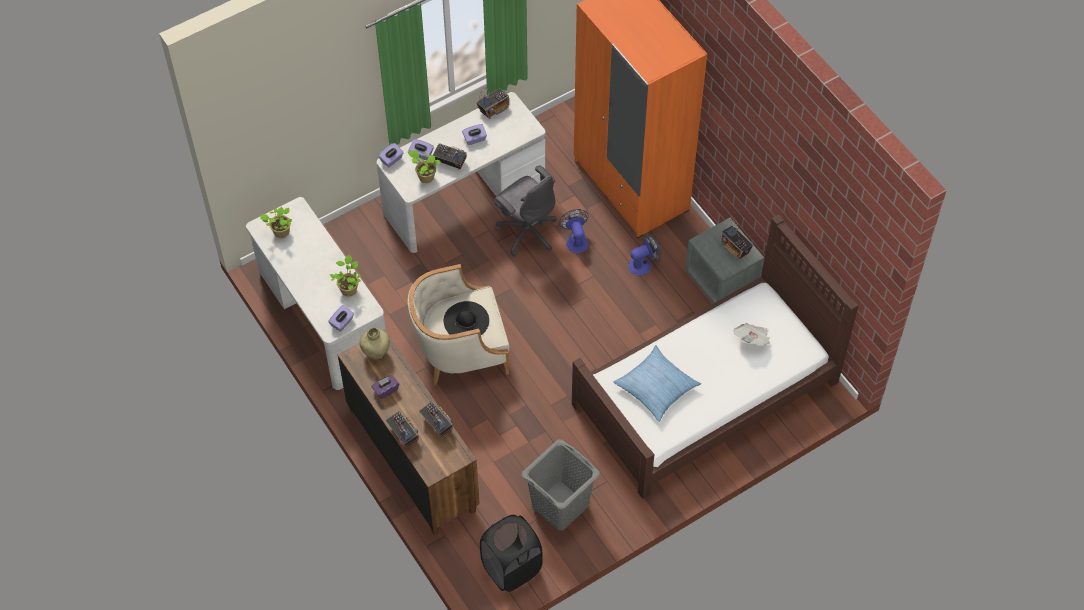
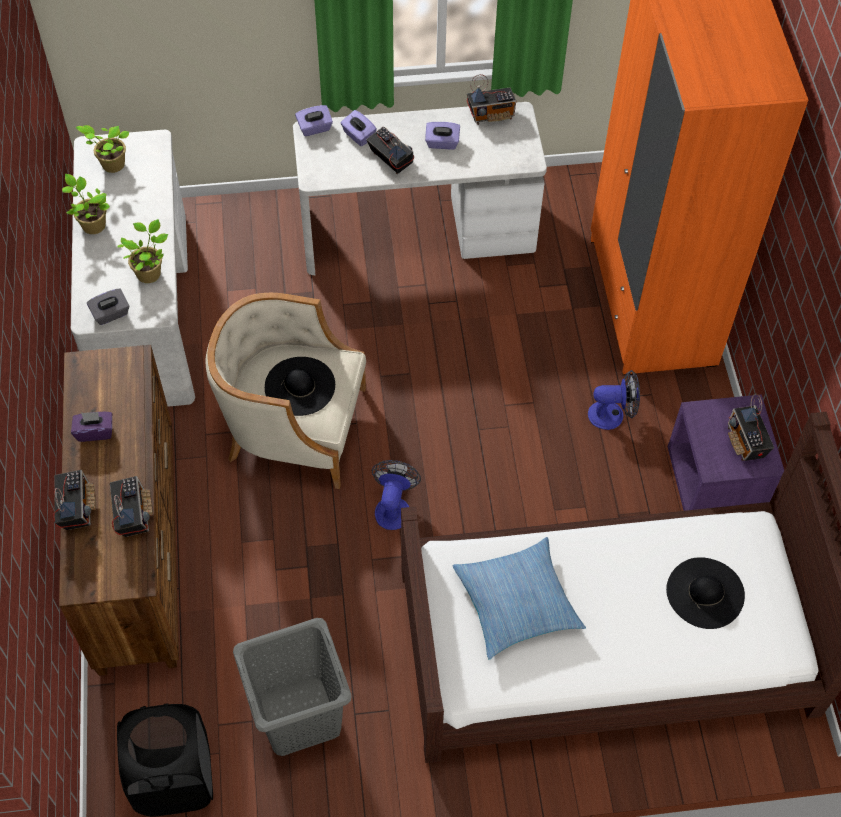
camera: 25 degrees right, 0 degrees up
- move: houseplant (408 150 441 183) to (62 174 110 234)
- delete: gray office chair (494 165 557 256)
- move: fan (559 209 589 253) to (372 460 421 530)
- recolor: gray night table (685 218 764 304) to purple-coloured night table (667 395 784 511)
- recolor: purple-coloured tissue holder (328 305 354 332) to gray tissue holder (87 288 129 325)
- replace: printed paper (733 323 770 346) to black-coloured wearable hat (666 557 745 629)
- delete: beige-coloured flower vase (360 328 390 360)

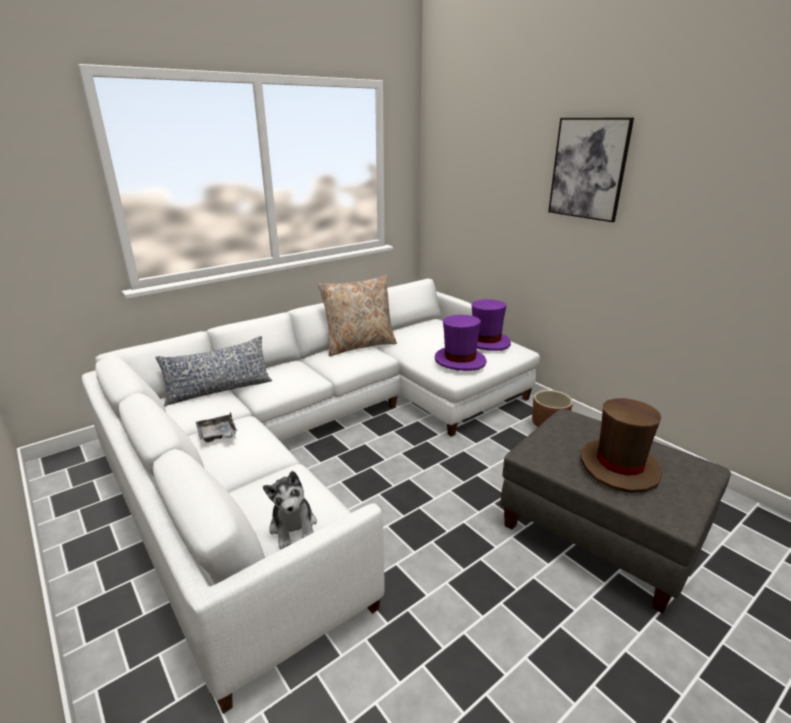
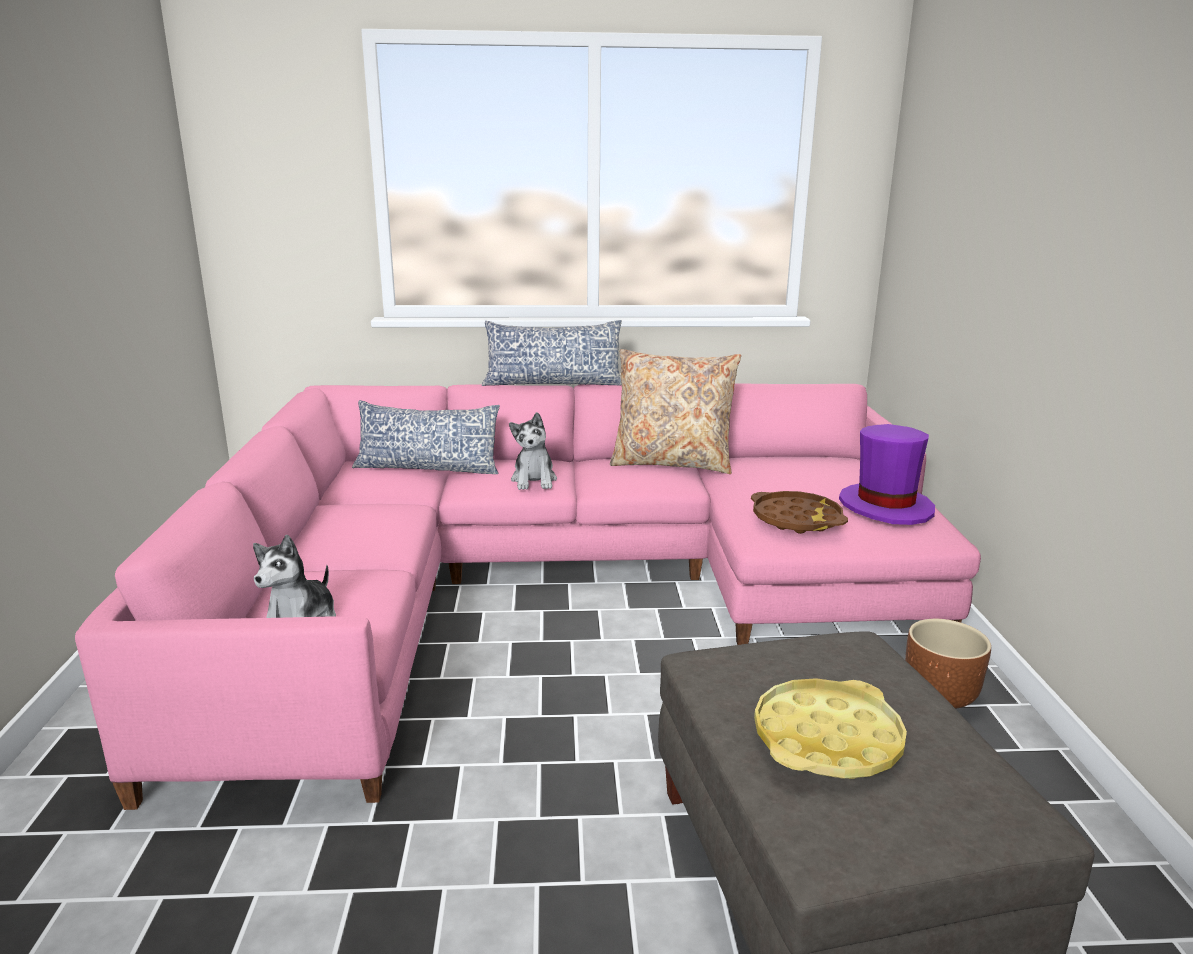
camera: 35 degrees right, 5 degrees down
- delete: wall art (548 118 634 222)
- recolor: white couch (82 279 540 714) to pink couch (75 383 981 810)
- replace: purple-coloured wearable hat (435 315 487 371) to brown-coloured carrying tray (751 491 848 534)
- replace: brown-coloured wearable hat (581 398 662 493) to yellow carrying tray (754 678 907 779)
- delete: gray carrying tray (196 412 237 442)
- insert: pillow (482 320 622 386)
- insert: soft toy (509 412 557 490)

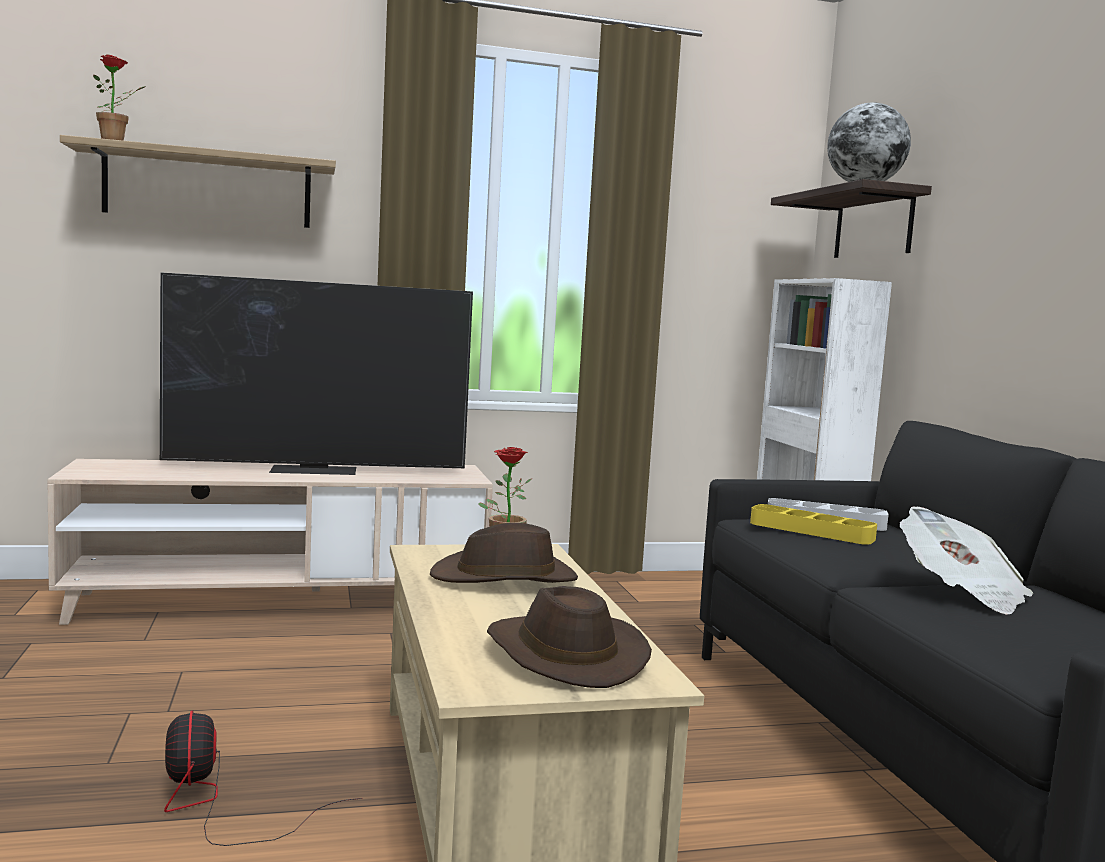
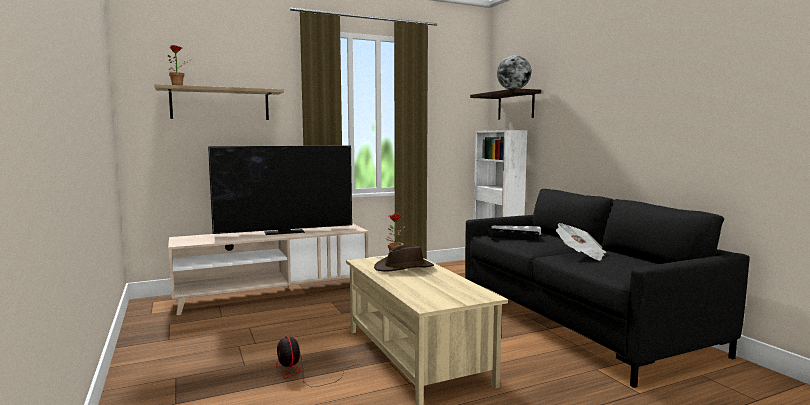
camera: 10 degrees left, 0 degrees up
- recolor: yellow carrying tray (750 504 877 545) to black-coloured carrying tray (488 228 539 241)
- delete: brown-coloured wearable hat (487 586 652 688)

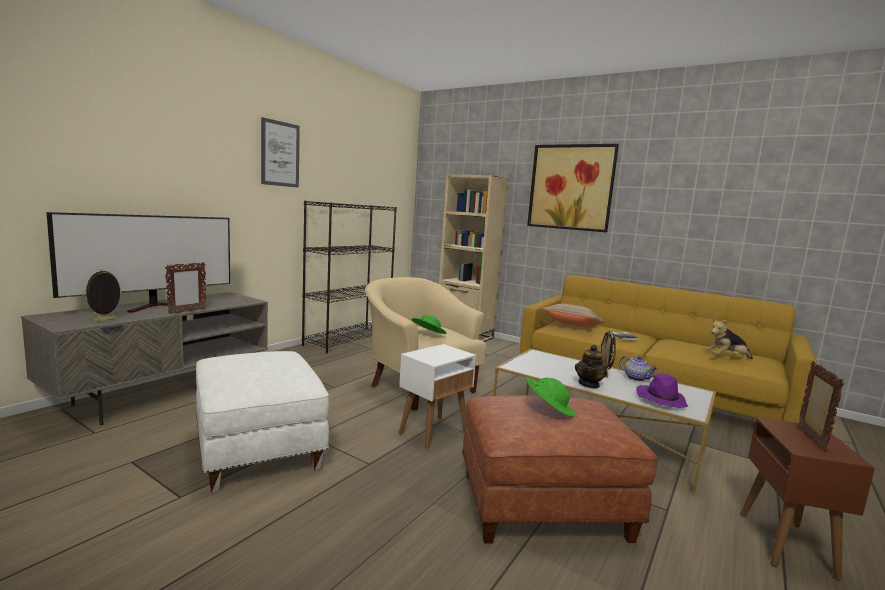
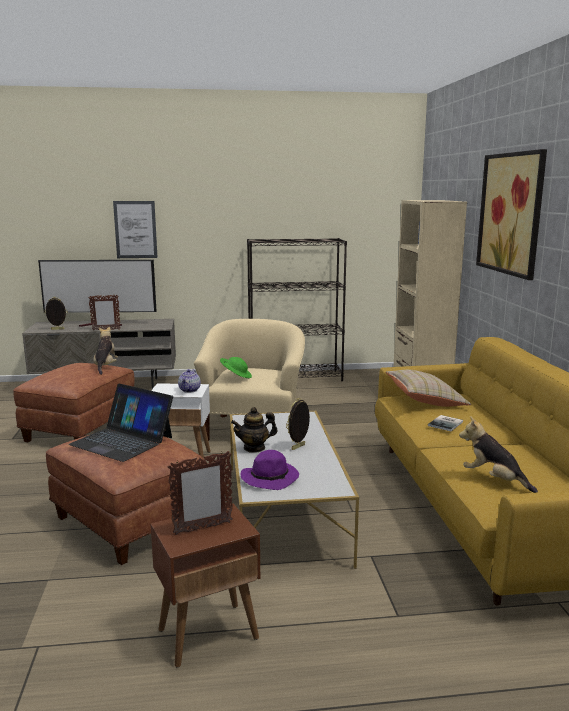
camera: 50 degrees right, 5 degrees up
- move: wall art (261 117 300 188) to (113 201 158 258)
- recolor: white ottoman (196 351 329 492) to brown-coloured ottoman (13 363 135 442)
- move: pot for tea (619 356 658 381) to (178 369 201 393)
- replace: green-coloured wearable hat (526 377 575 417) to notebook computer (69 384 173 462)
- insert: soft toy (93 327 118 375)

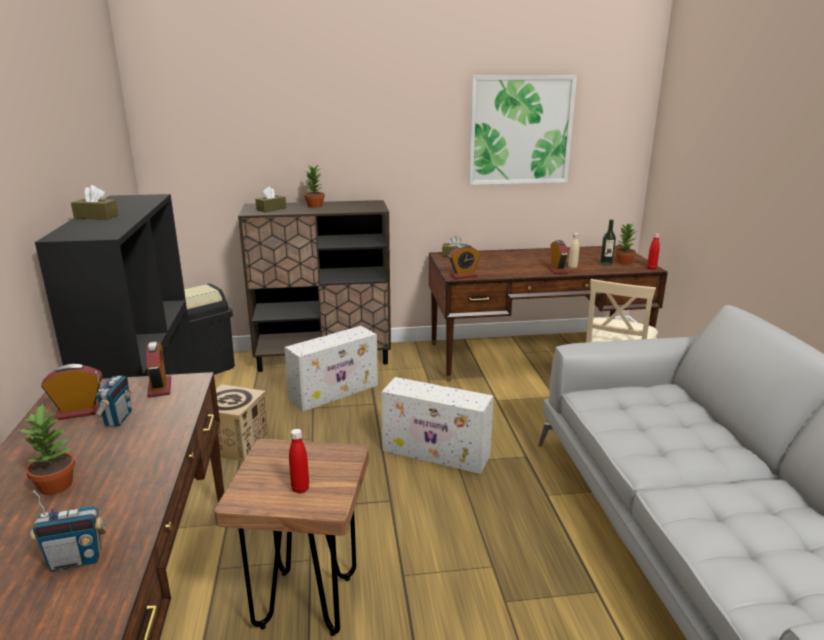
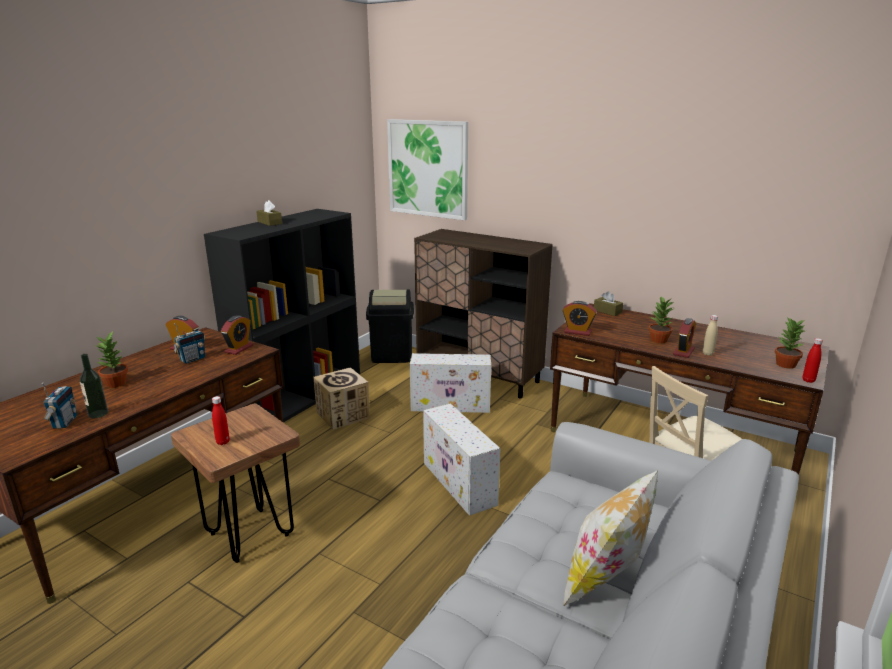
camera: 40 degrees right, 0 degrees up
- move: wall art (468 75 577 185) to (387 119 468 220)
- move: houseplant (304 165 325 208) to (649 297 674 343)
- delete: brown-coloured tissue holder (255 186 286 212)
- move: bottle (600 220 616 266) to (80 354 108 418)
- rotate: radio receiver (30 490 106 571) = (42 383 77 429) 120 degrees counterclockwise
- insert: pillow (563 470 658 606)

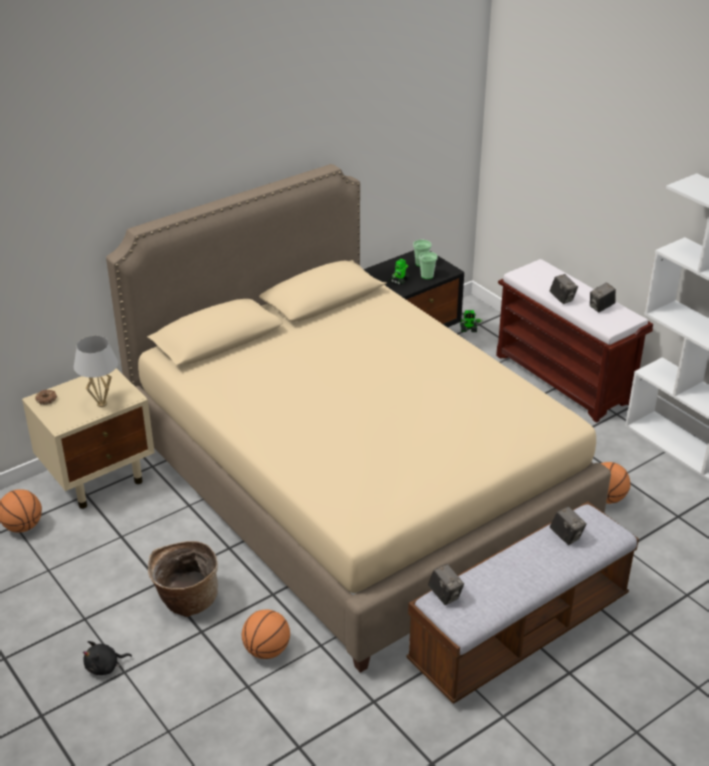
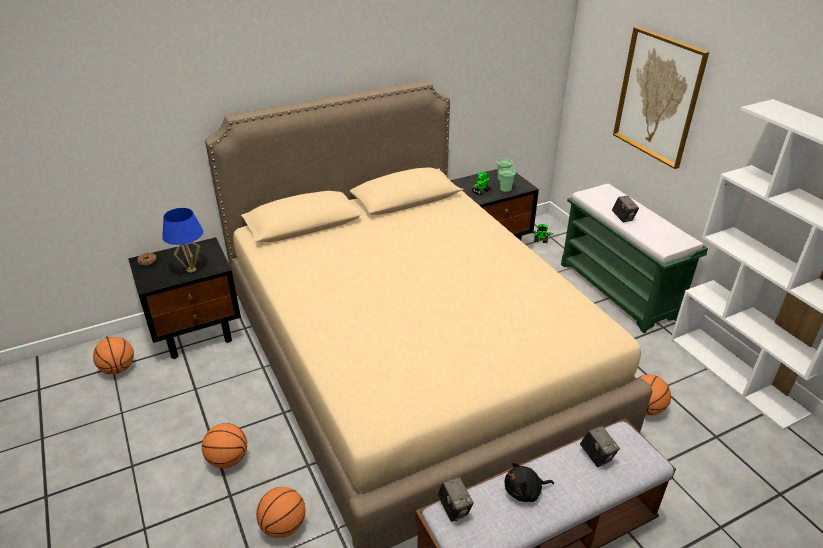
camera: 10 degrees right, 0 degrees up
- recolor: brown-coloured long seat (496 259 653 423) to green-coloured long seat (561 184 708 333)
- delete: still camera (590 282 616 312)
- recolor: white lamp for a table (74 336 118 407) to blue lamp for a table (162 208 203 273)
- recolor: beige-coloured night table (22 368 155 509) to black-coloured night table (128 237 241 359)
- replace: household basket (148 541 218 617) to basketball (202 423 247 468)
- move: black-coloured soft toy (83 641 132 675) to (505 462 554 502)
- insert: wall art (613 27 709 169)

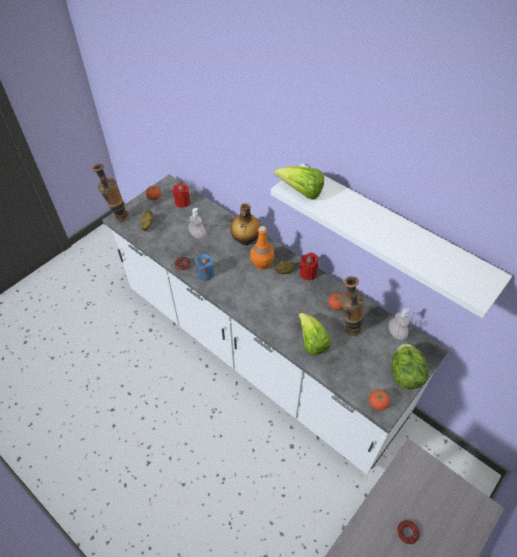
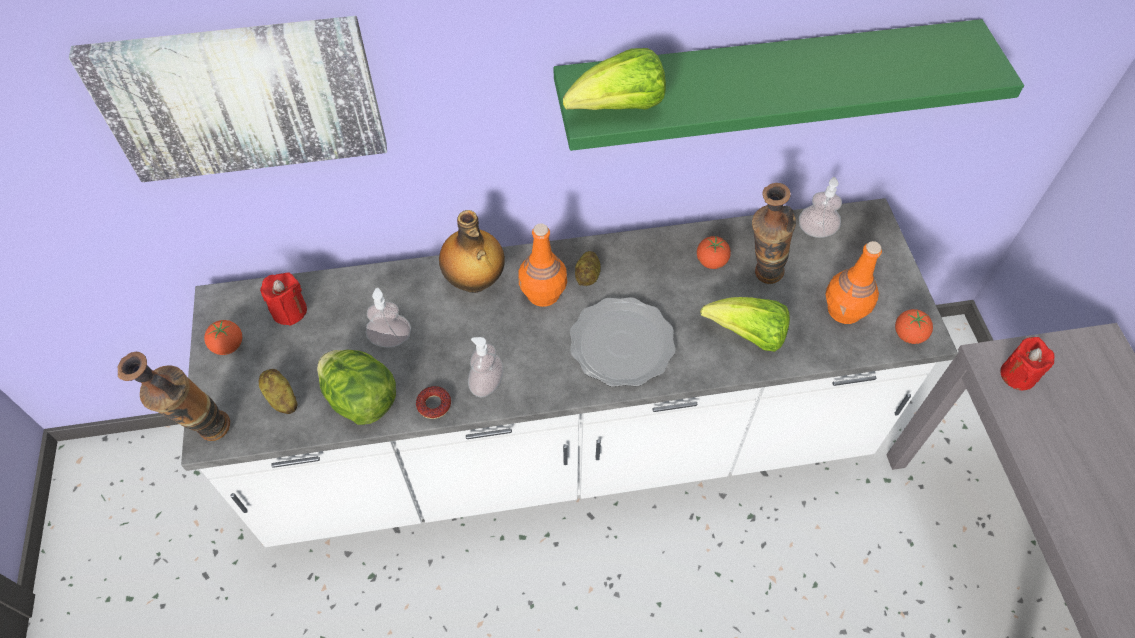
camera: 50 degrees left, 5 degrees up
- recolor: white wall shelf (271 164 512 318) to green-coloured wall shelf (554 19 1024 151)
- move: red wax candle (300 252 318 280) to (1000 337 1054 390)
- replace: blue wax candle (196 254 215 281) to soap bottle (468 337 504 397)
- move: head of lettuce (392 343 429 389) to (317 350 396 425)
- delete: donut (397 520 420 544)
- insert: wall art (69 16 387 182)
- insert: orange-coloured bottle (825 241 882 324)
- insert: flat dish (570 297 676 387)

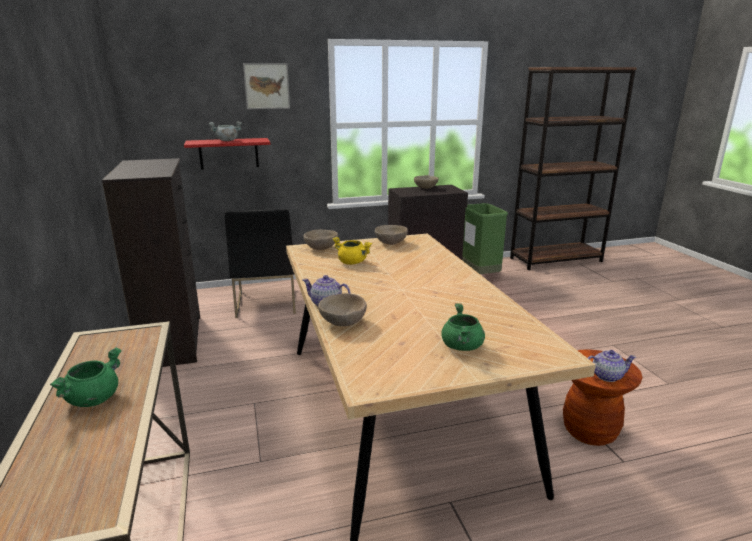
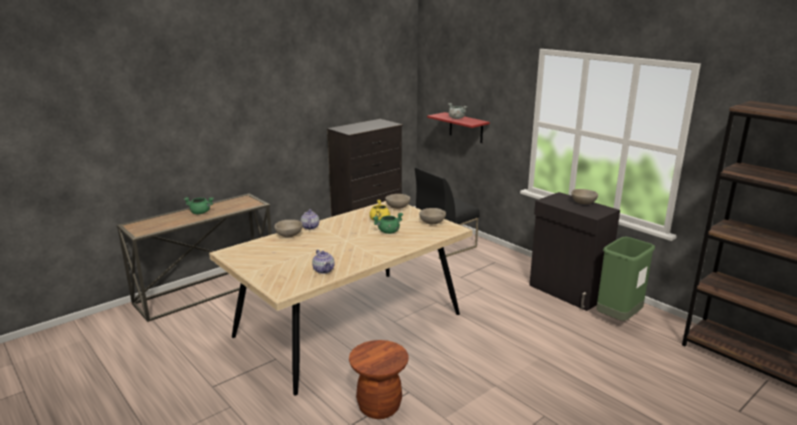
camera: 65 degrees right, 0 degrees up
- delete: wall art (243 63 290 109)
- move: green-coloured cooking pot (441 303 485 351) to (373 213 403 234)
- move: pot for tea (588 350 636 382) to (312 250 335 274)

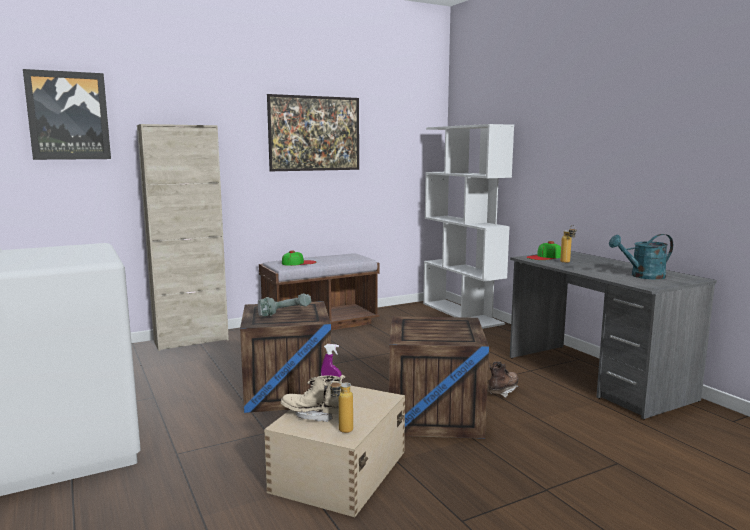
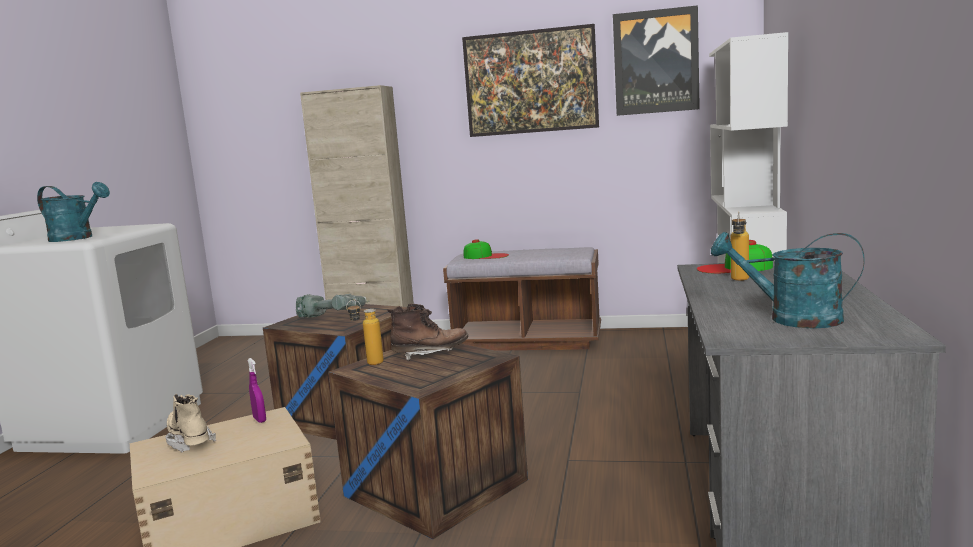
camera: 40 degrees right, 0 degrees up
- move: wall art (23 69 111 160) to (613 5 700 116)
- move: brown-coloured tall boot (488 361 519 398) to (387 303 468 361)
- move: bottle (330 378 353 433) to (346 300 384 365)
- insert: turquoise-coloured watering pot (37 182 110 242)

